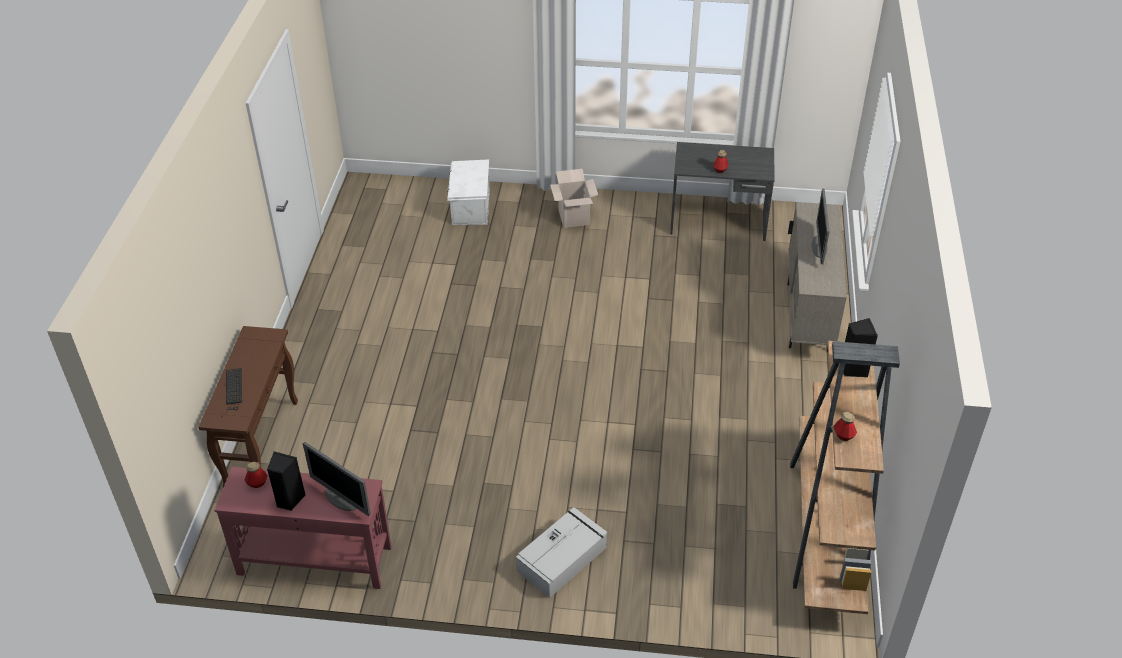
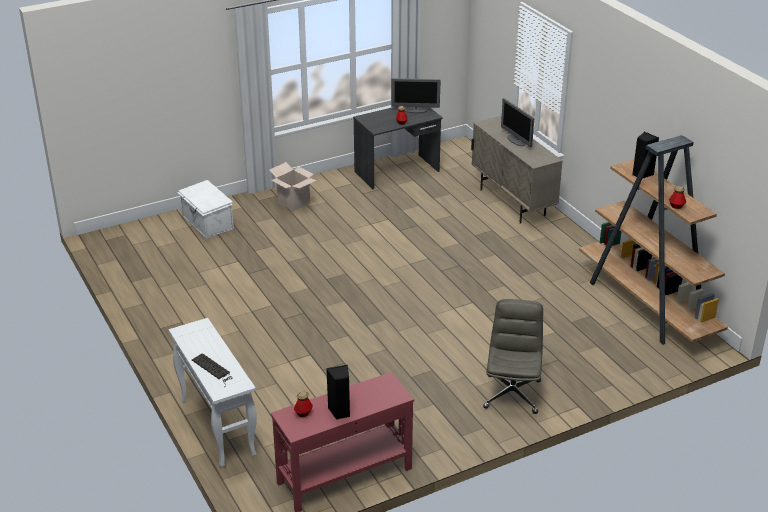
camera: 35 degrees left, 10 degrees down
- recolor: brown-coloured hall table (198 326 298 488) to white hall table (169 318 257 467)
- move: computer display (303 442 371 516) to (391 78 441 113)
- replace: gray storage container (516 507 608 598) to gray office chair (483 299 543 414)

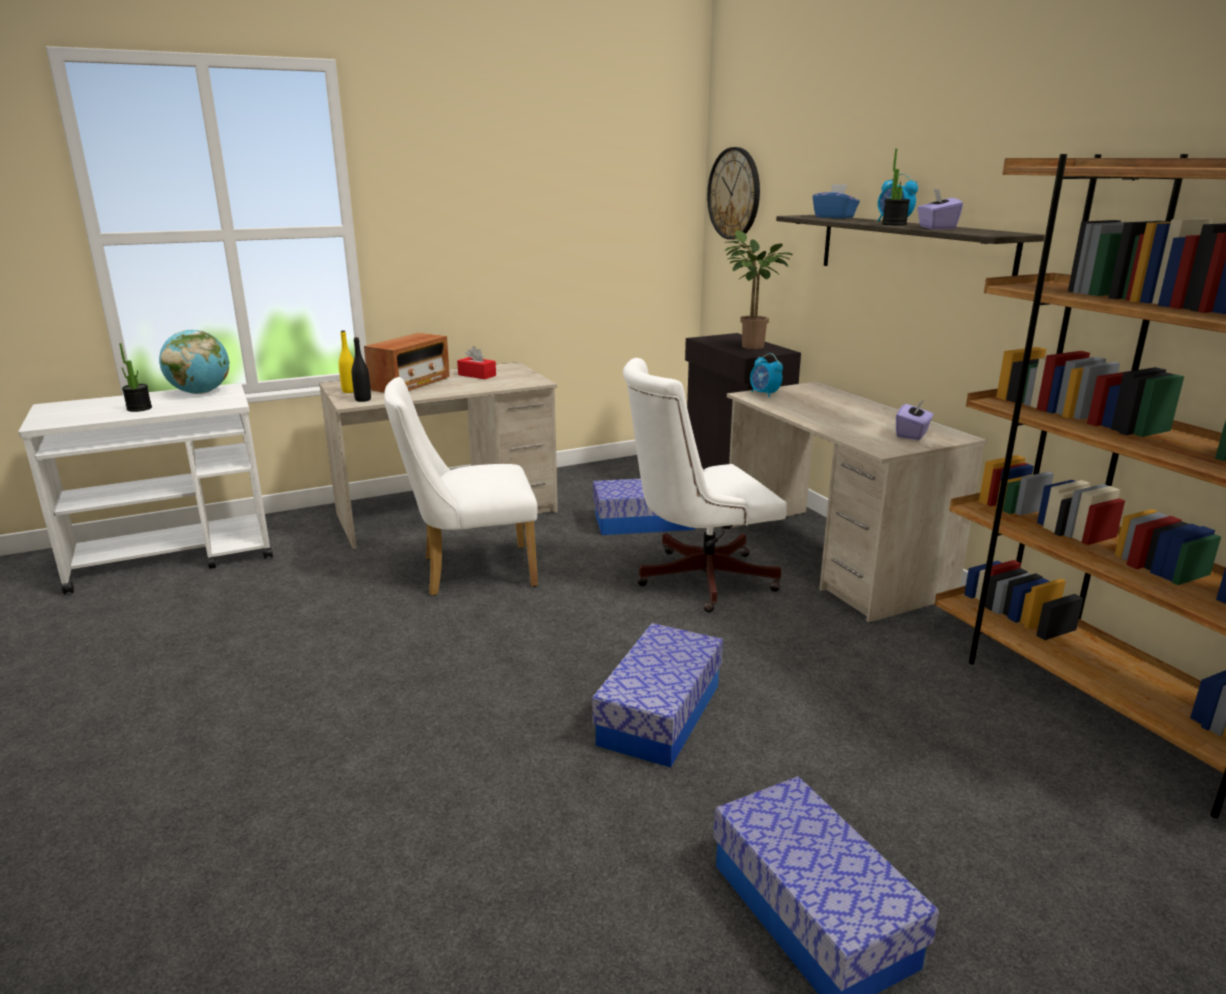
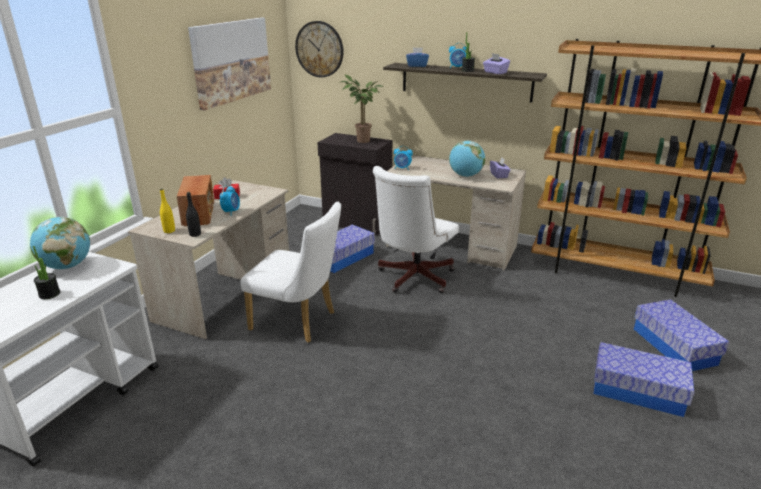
camera: 40 degrees left, 5 degrees up
- rotate: white chair (384 377 538 596) = (240 202 341 343) 105 degrees counterclockwise
- move: storage container (592 623 723 768) to (634 299 729 371)
- insert: wall art (188 17 271 110)
- insert: globe (449 141 485 177)
- insert: alarm clock (220 185 240 216)

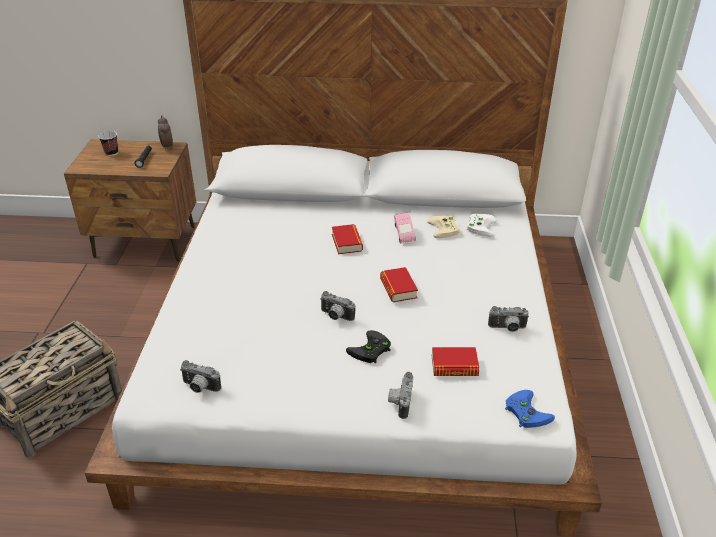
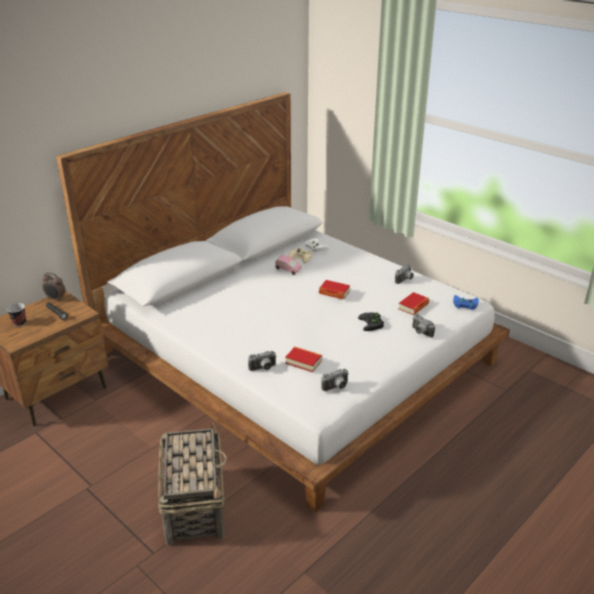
camera: 50 degrees left, 5 degrees down
- move: book (332 224 363 254) to (285 347 322 372)
- move: still camera (320 291 355 321) to (248 351 277 371)

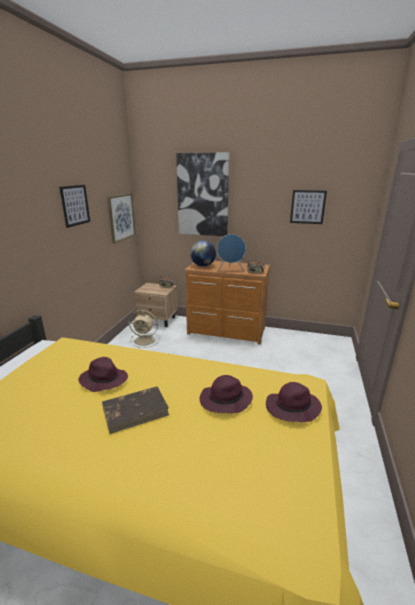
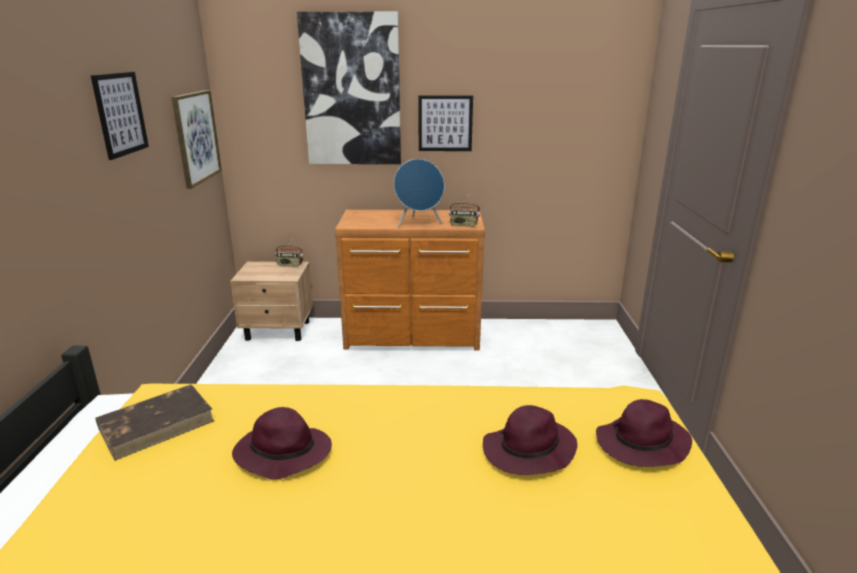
camera: 15 degrees left, 0 degrees up
- move: wall art (290 190 327 224) to (418 95 473 151)
- delete: globe (190 240 216 267)
- delete: beige-coloured fan (129 310 160 348)
- move: brown-coloured book (102 386 169 434) to (95 384 214 461)

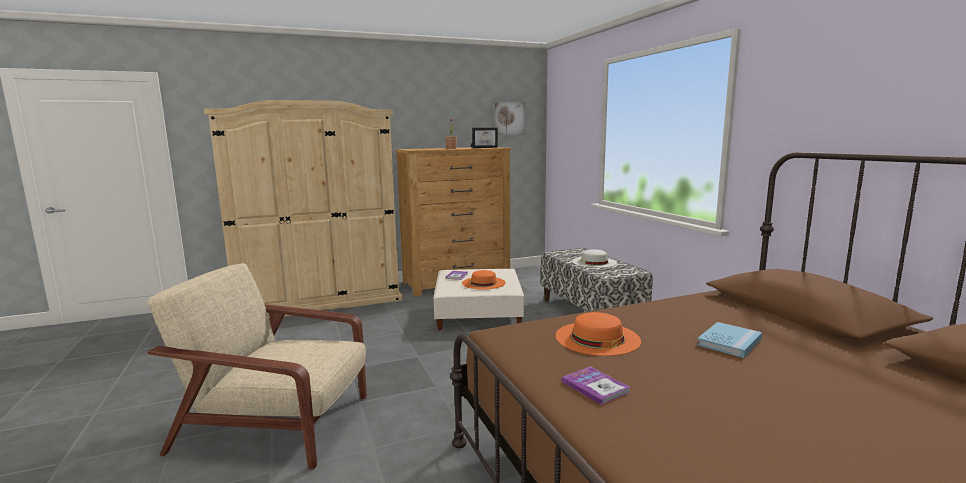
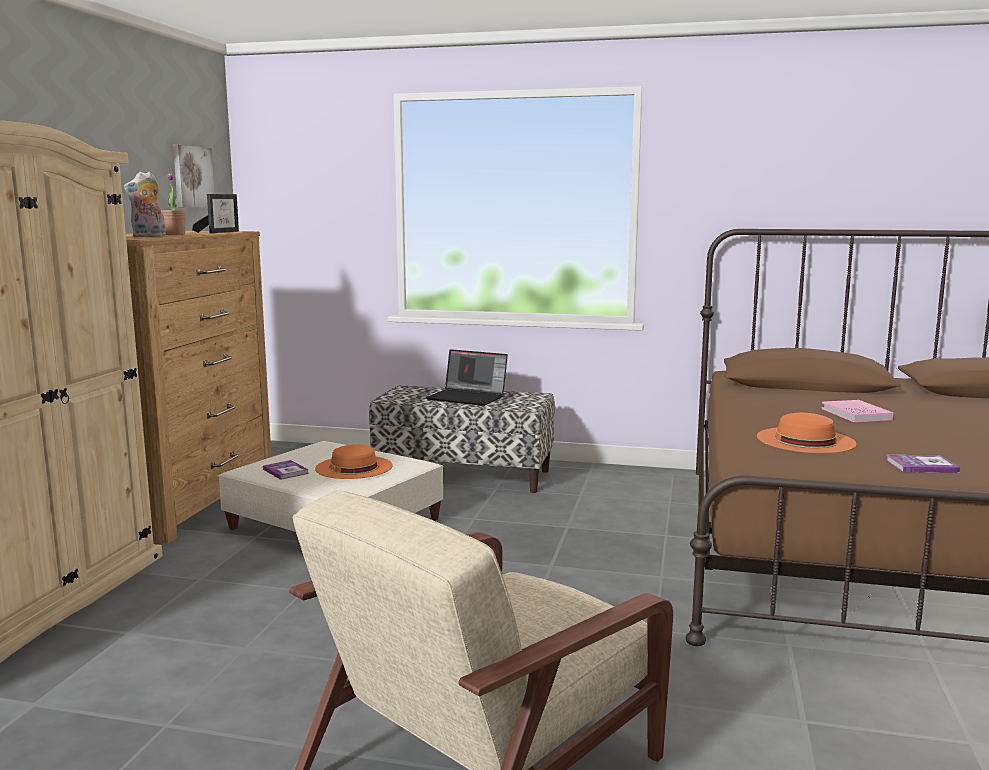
camera: 55 degrees left, 0 degrees up
- replace: white wearable hat (572 249 617 268) to notebook computer (426 349 508 406)
- recolor: blue book (697 322 762 358) to pink book (821 400 893 422)
- insert: soft toy (123 172 166 237)

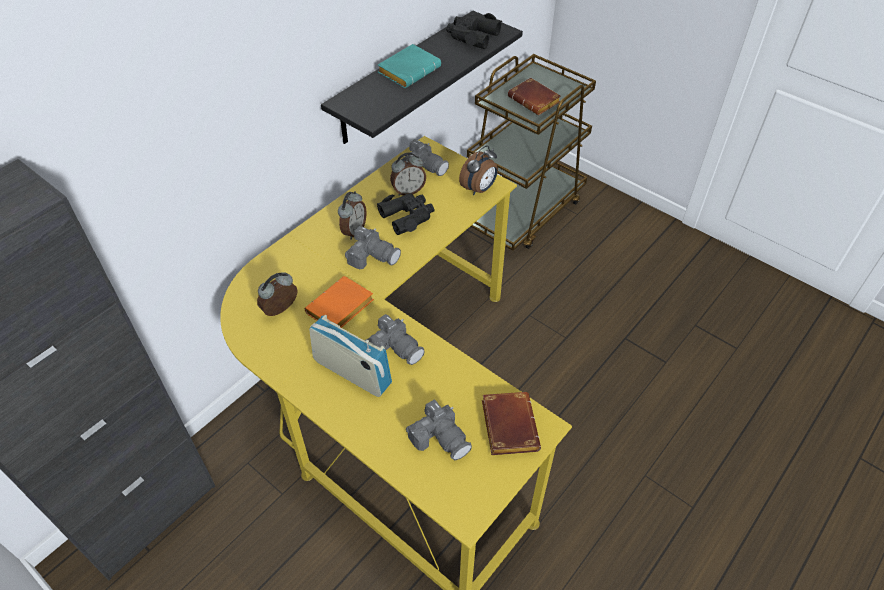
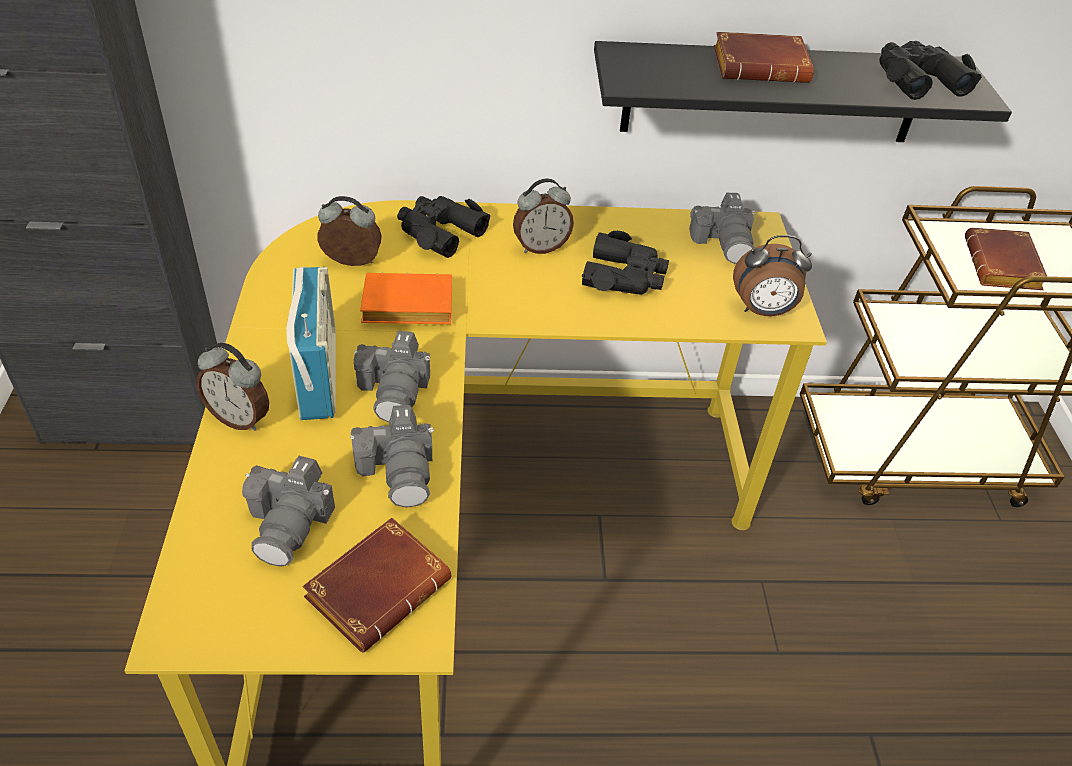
camera: 45 degrees right, 5 degrees down
- recolor: turquoise-coloured book (378 44 441 88) to brown-coloured book (714 32 814 83)
- move: alarm clock (390 153 426 196) to (197 342 269 431)
- move: still camera (345 226 401 269) to (350 405 434 508)
- insert: black-coloured field glasses (397 196 490 258)

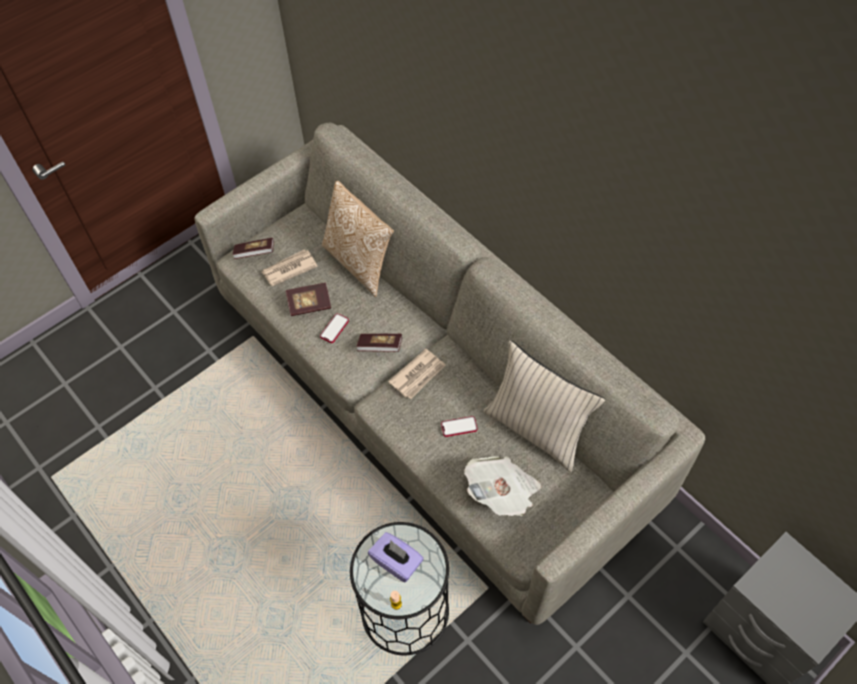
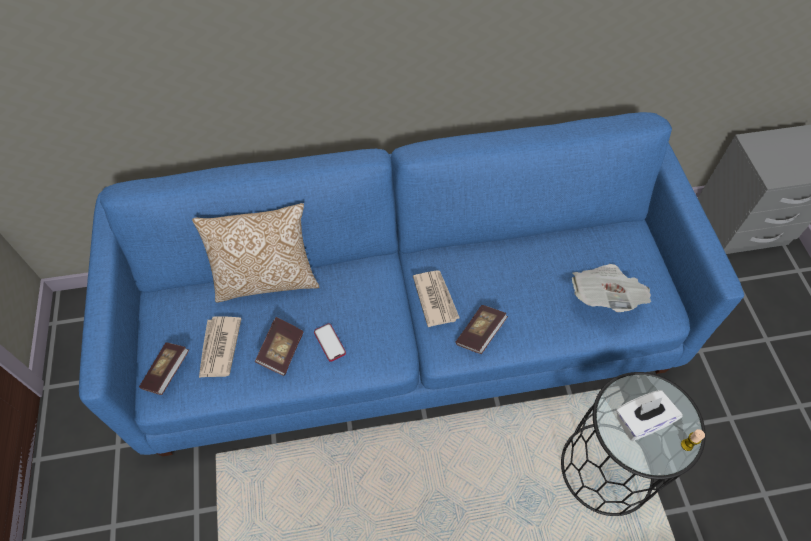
camera: 60 degrees left, 0 degrees up
- recolor: gray couch (195 123 705 625) to blue couch (79 112 744 457)
- move: book (356 334 402 352) to (455 305 508 354)
- delete: beige-coloured pillow (483 340 605 472)
- delete: telephone (441 416 477 437)
- recolor: purple-coloured tissue holder (368 532 424 583) to white tissue holder (616 390 682 441)

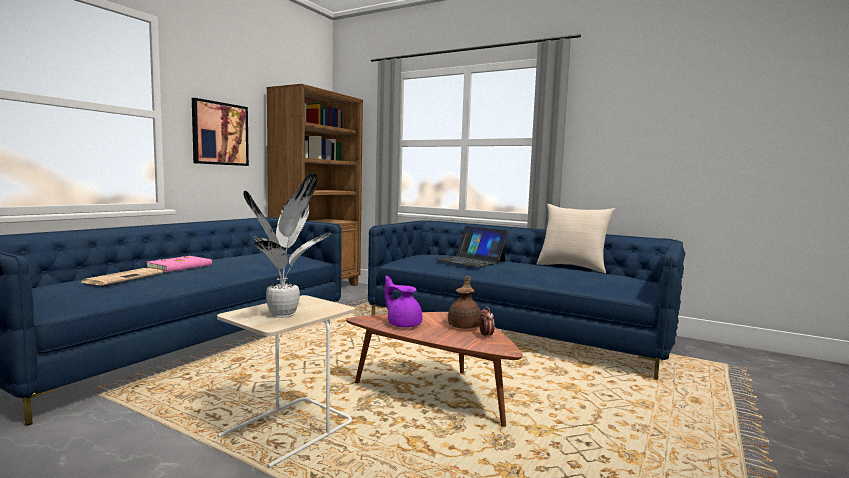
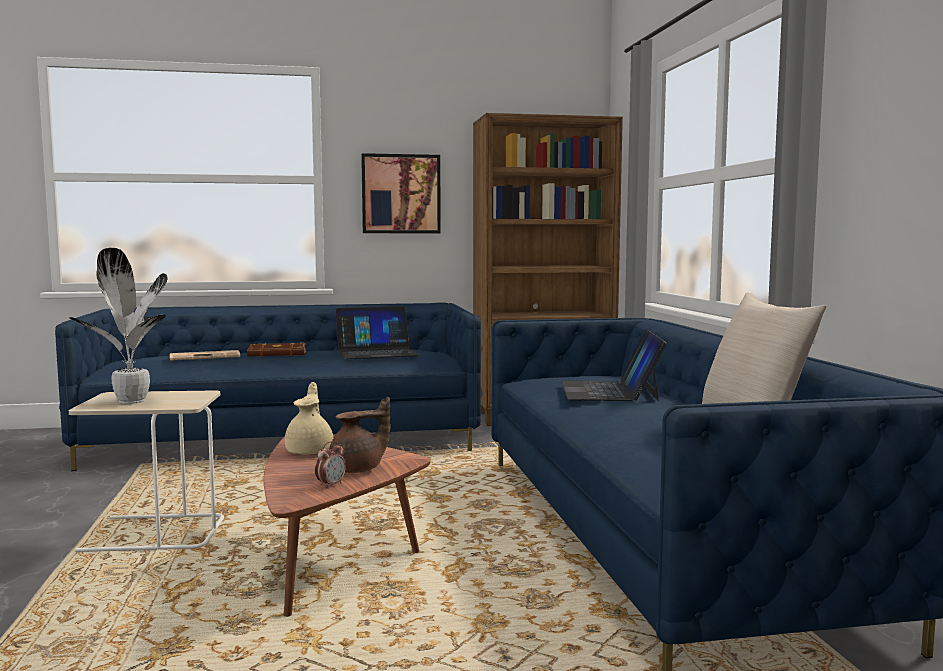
camera: 50 degrees right, 0 degrees up
- recolor: pink book (146 256 212 272) to brown-coloured book (247 343 306 357)
- recolor: purple-coloured pot for tea (385 276 422 328) to beige-coloured pot for tea (285 382 333 455)
- insert: notebook computer (335 306 419 359)

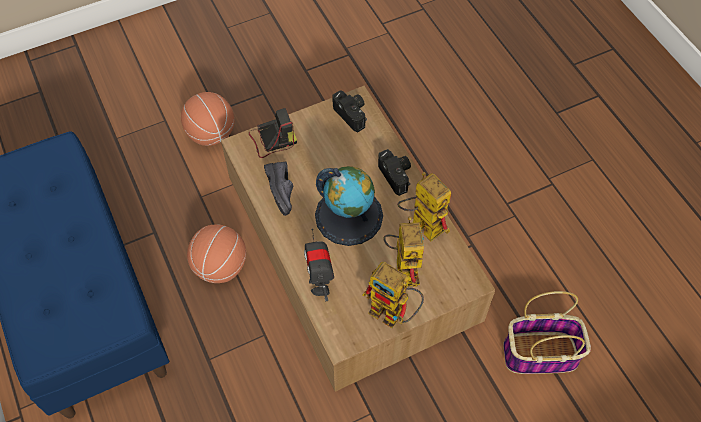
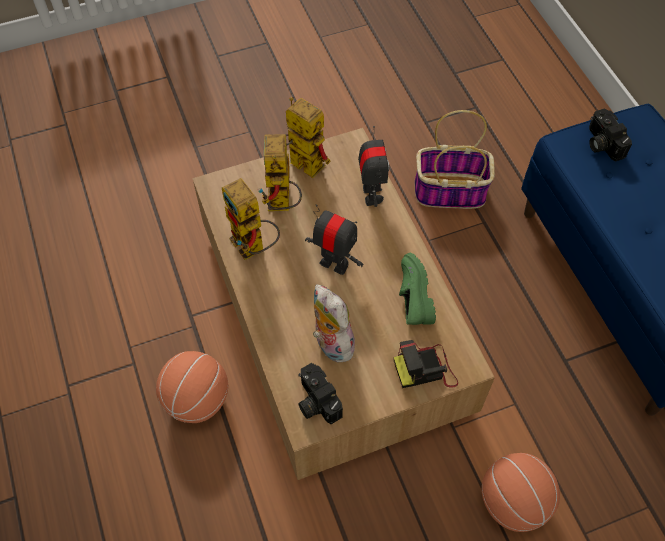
camera: 175 degrees left, 0 degrees up
- move: still camera (378 149 411 196) to (589 108 632 162)
- recolor: black-coloured item of footwear (264 162 293 216) to green-coloured item of footwear (399 253 436 325)
- replace: globe (315 166 383 246) to model robot (305 204 363 275)
- move: basketball (187 224 246 283) to (156 351 228 423)
- move: household basket (503 291 591 374) to (414 110 495 209)
- insert: soft toy (313 284 355 363)

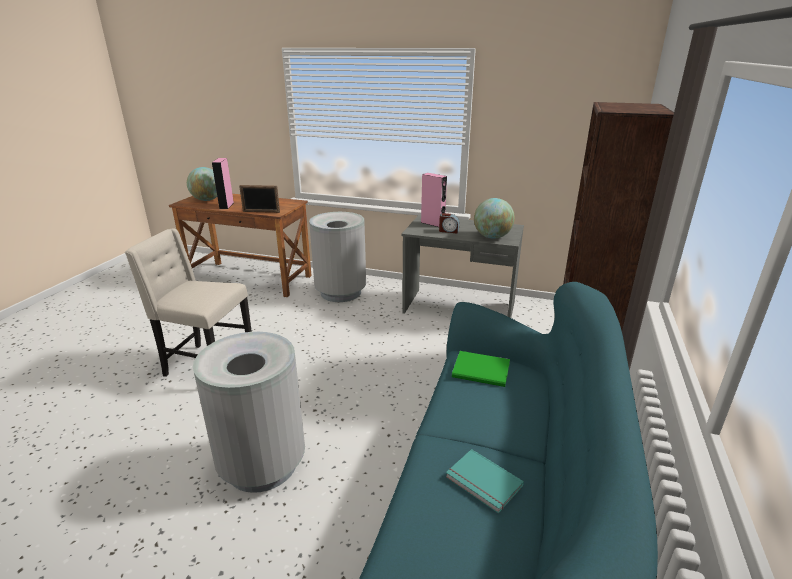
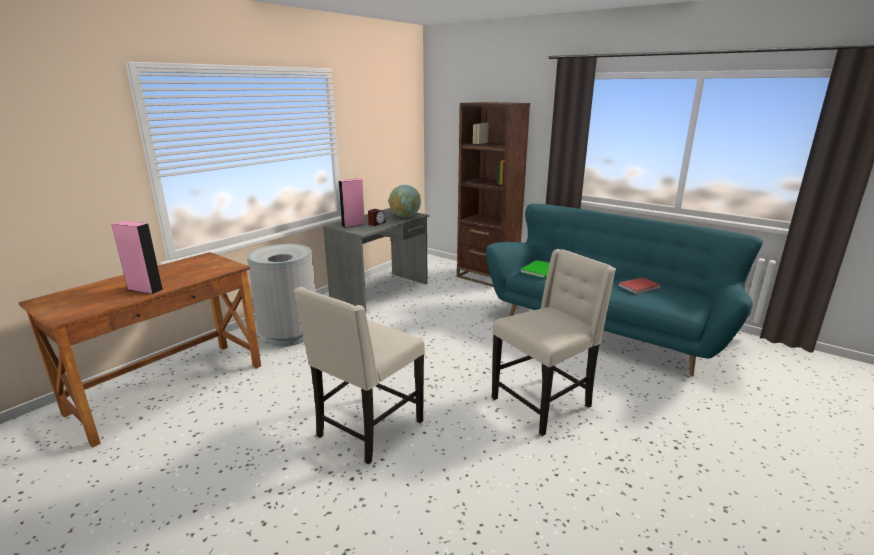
camera: 70 degrees left, 5 degrees down
- delete: globe (187 167 217 201)
- delete: standing frame (239 185 280 213)
- replace: gray trash can (193 332 305 493) to beige-coloured chair (492 249 616 436)
- recolor: turquoise-coloured book (446 449 524 514) to red book (618 277 661 294)

